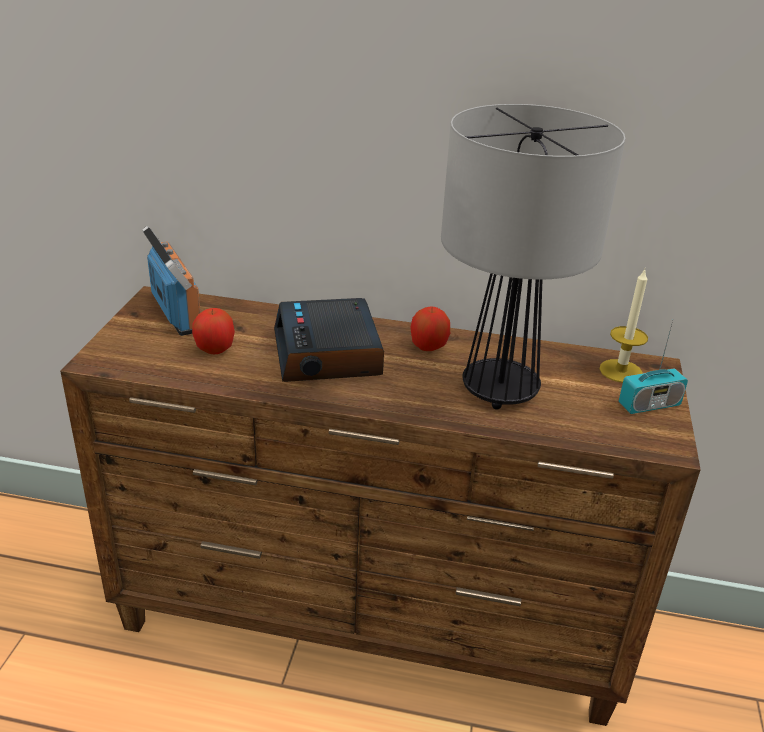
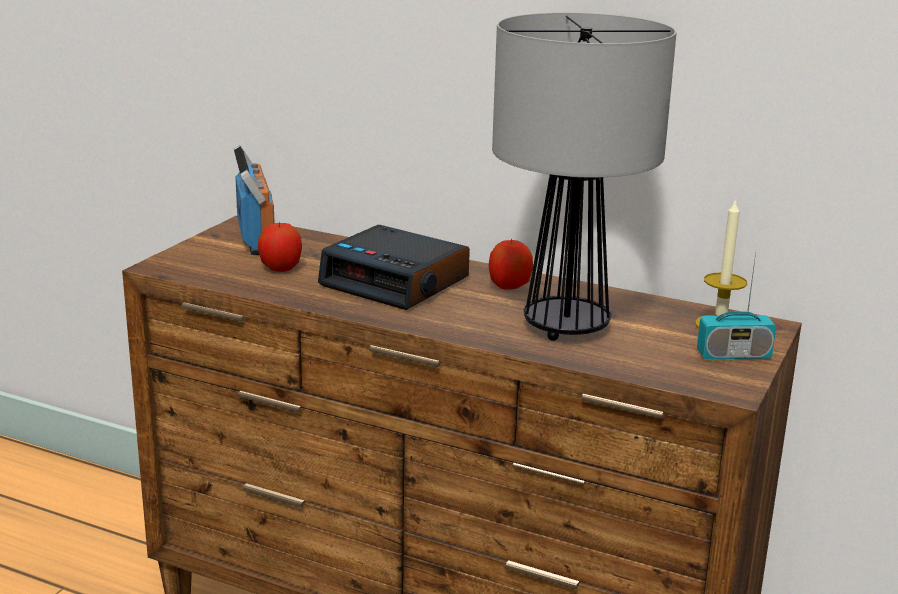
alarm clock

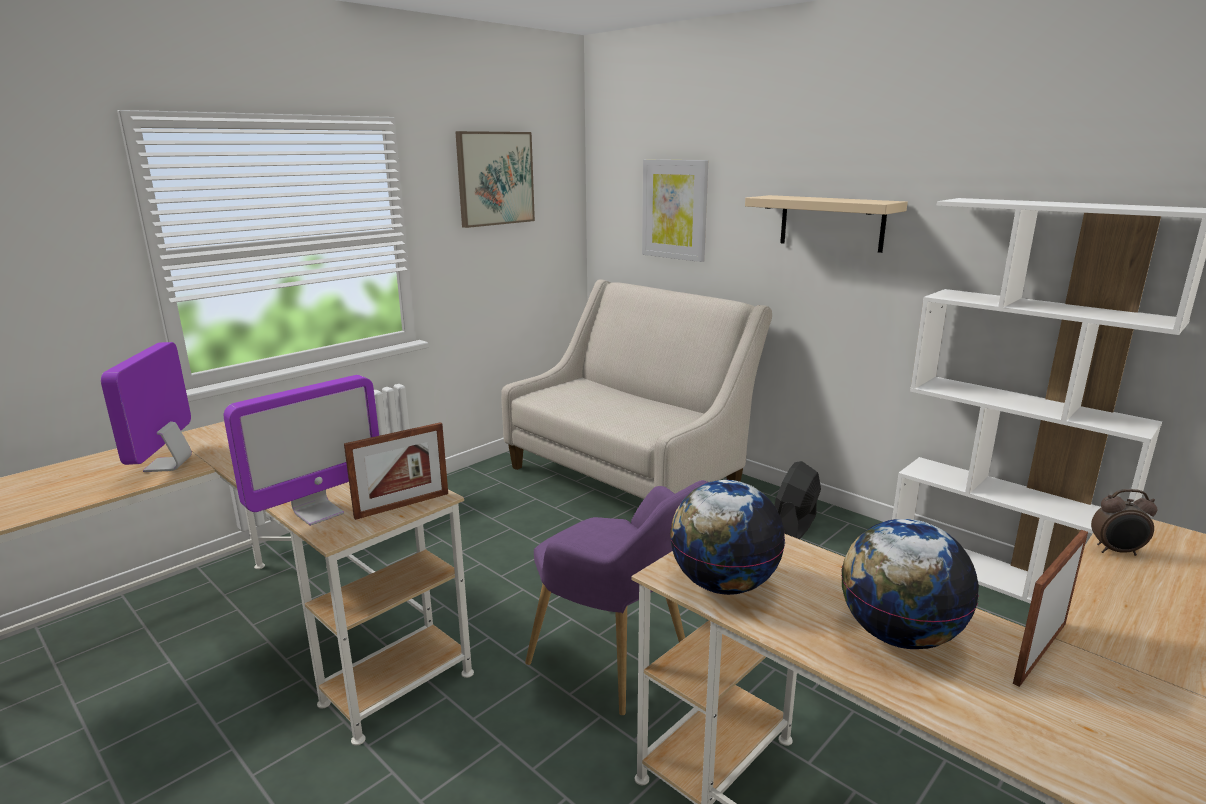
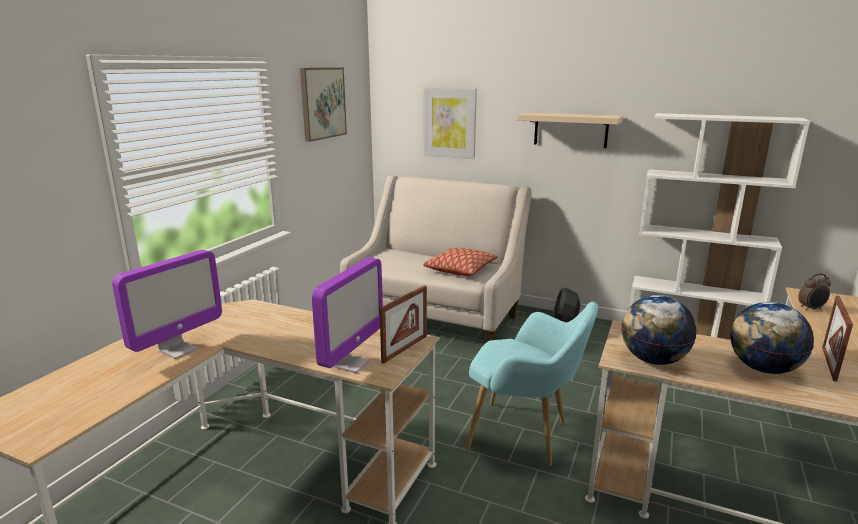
monitor (no. 1 from left)
easy chair/turquoise
cushion

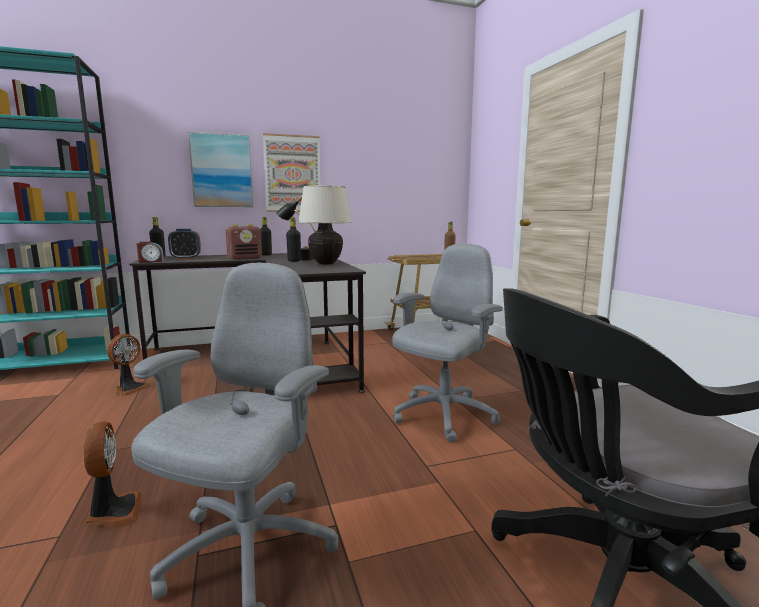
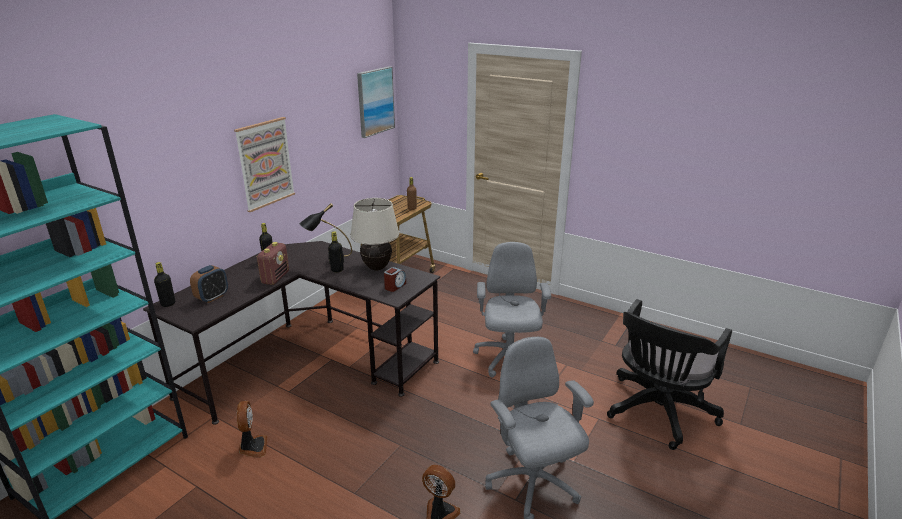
wall picture (no. 2 from left)
alarm clock (no. 2 from left)

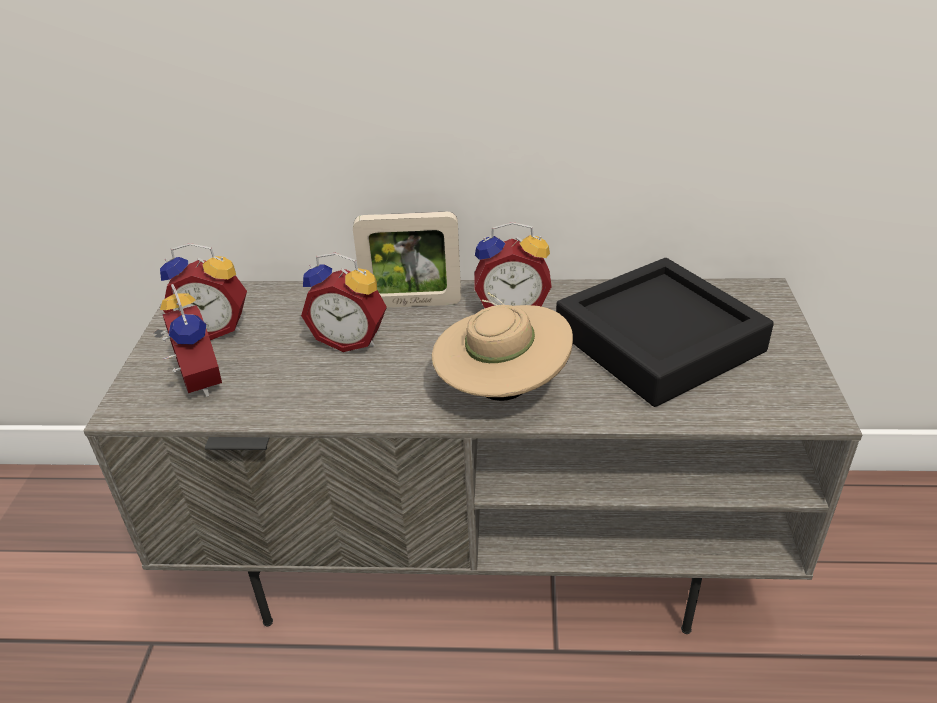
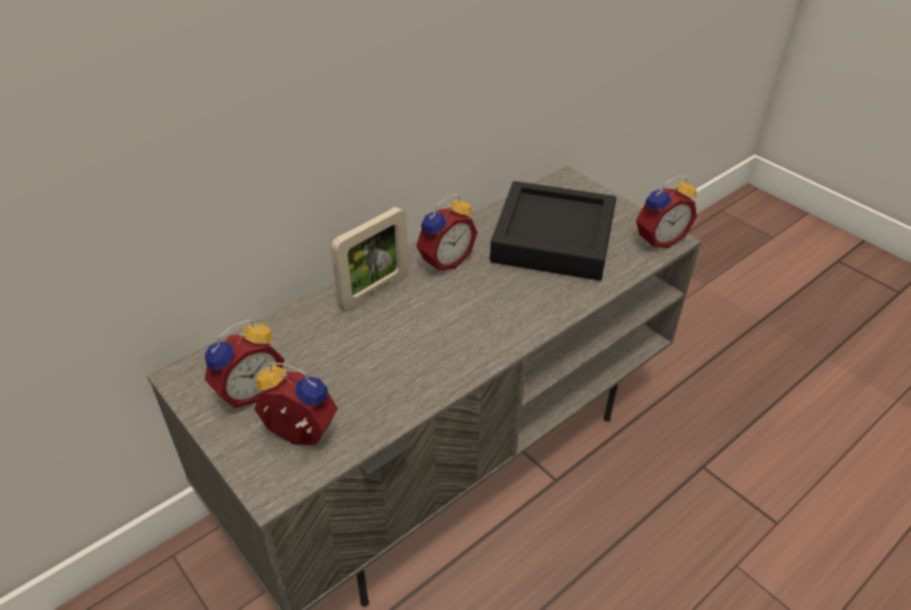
alarm clock (no. 4 from left)
clothing hat/beige-coloured

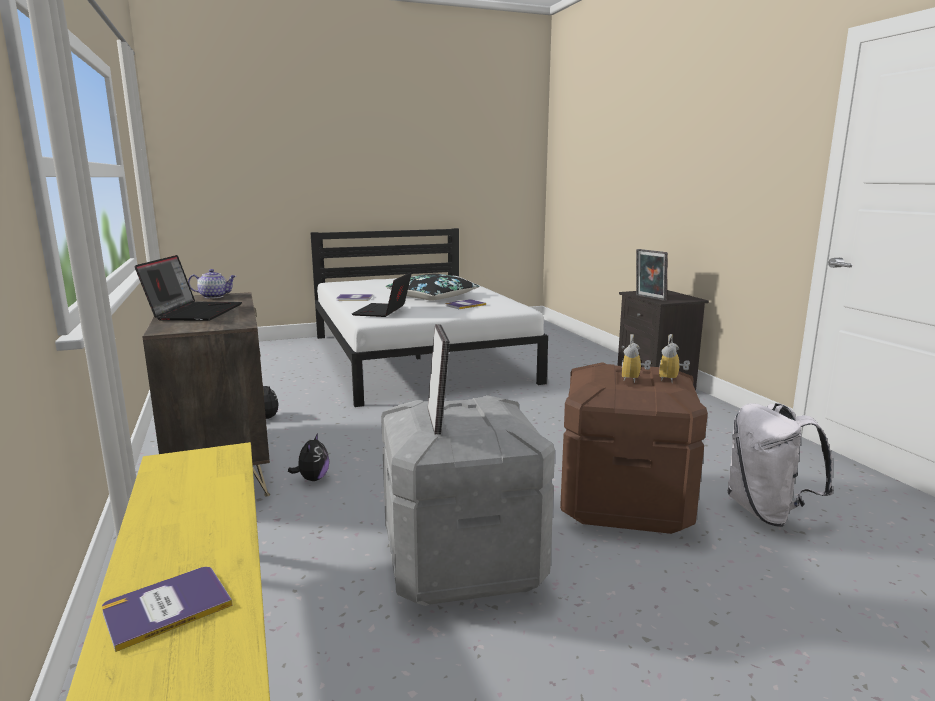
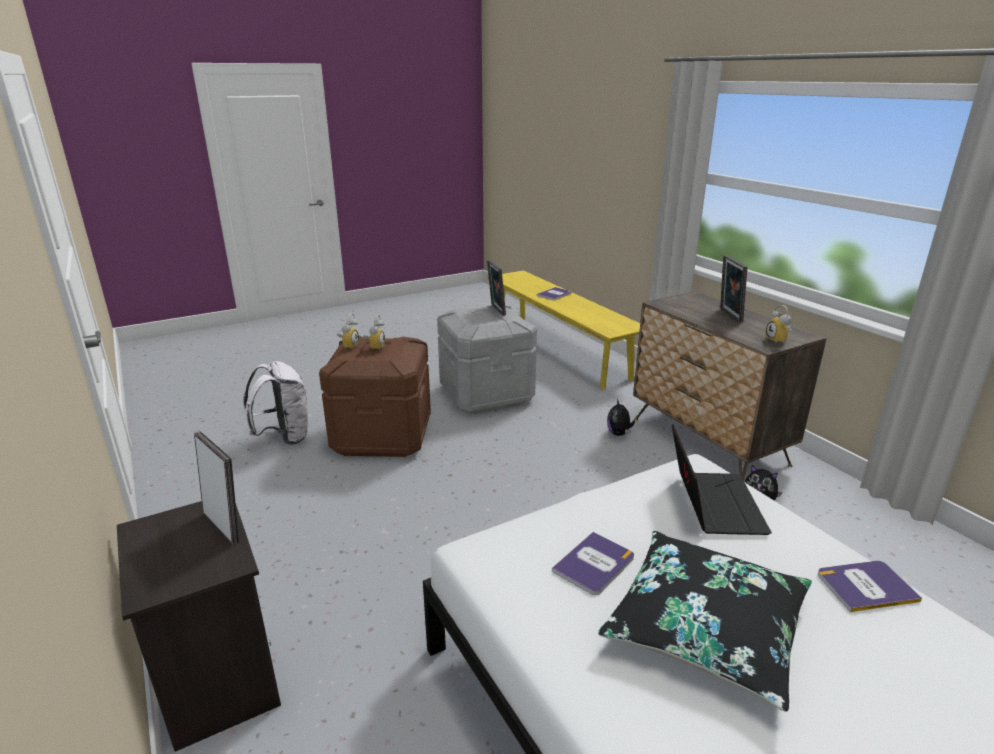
photo frame (no. 3 from left)
alarm clock (no. 3 from left)

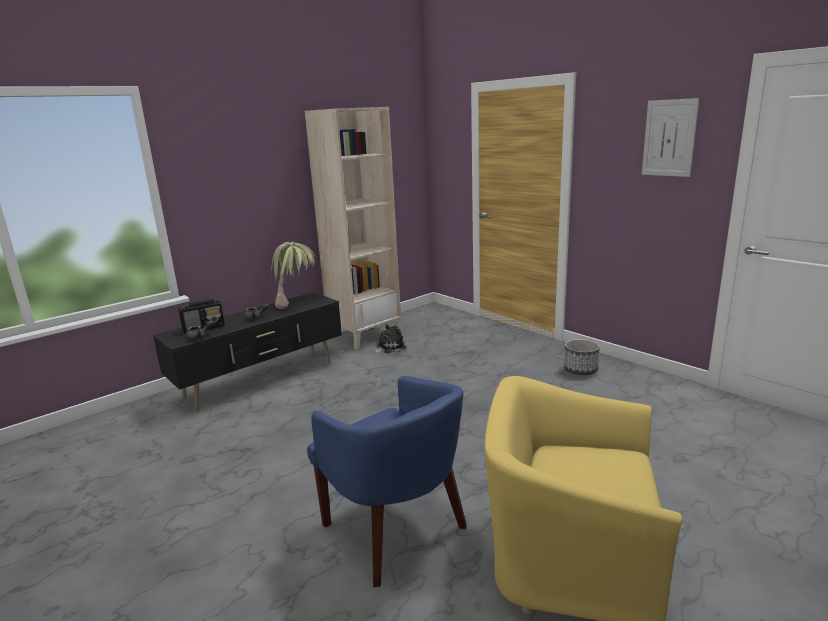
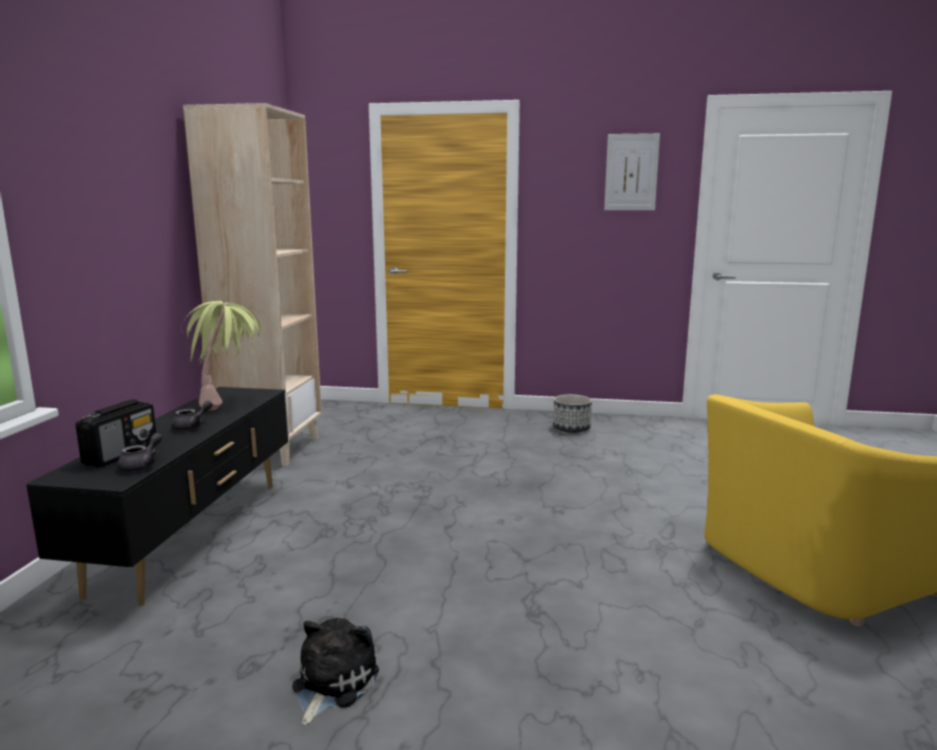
cuddly toy
easy chair/bluish

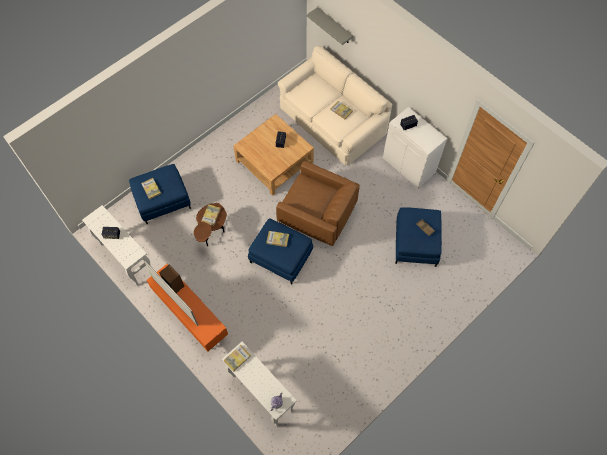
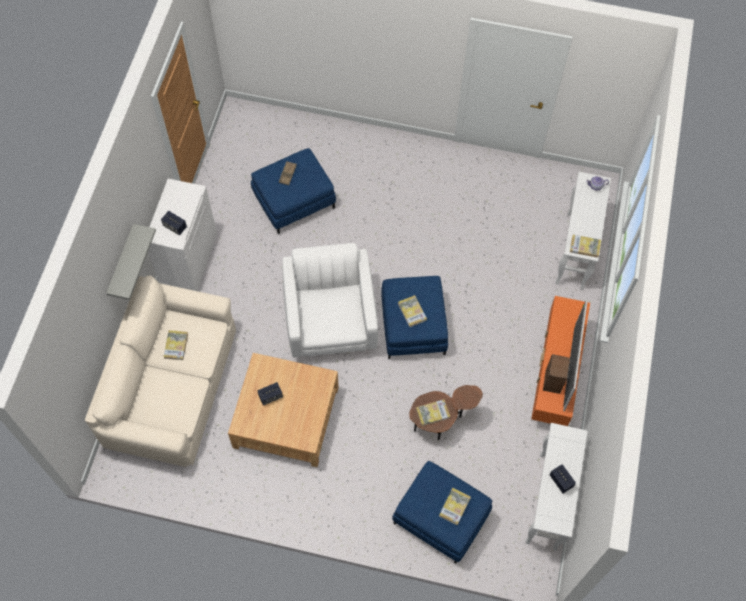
shelf/gray
easy chair/white

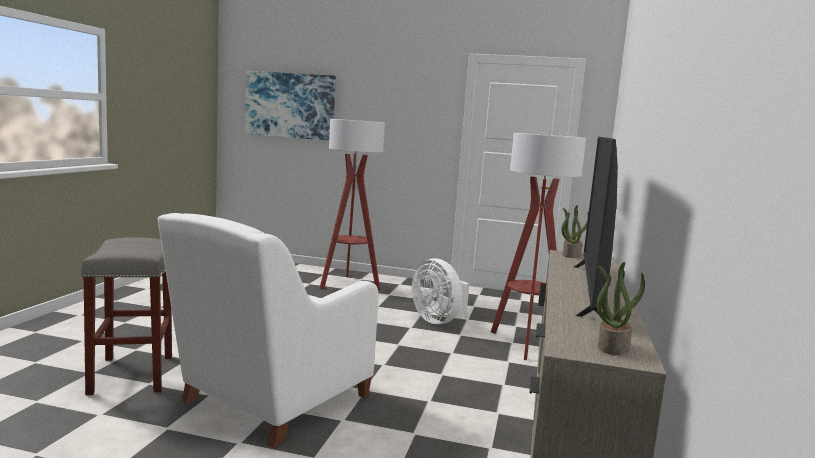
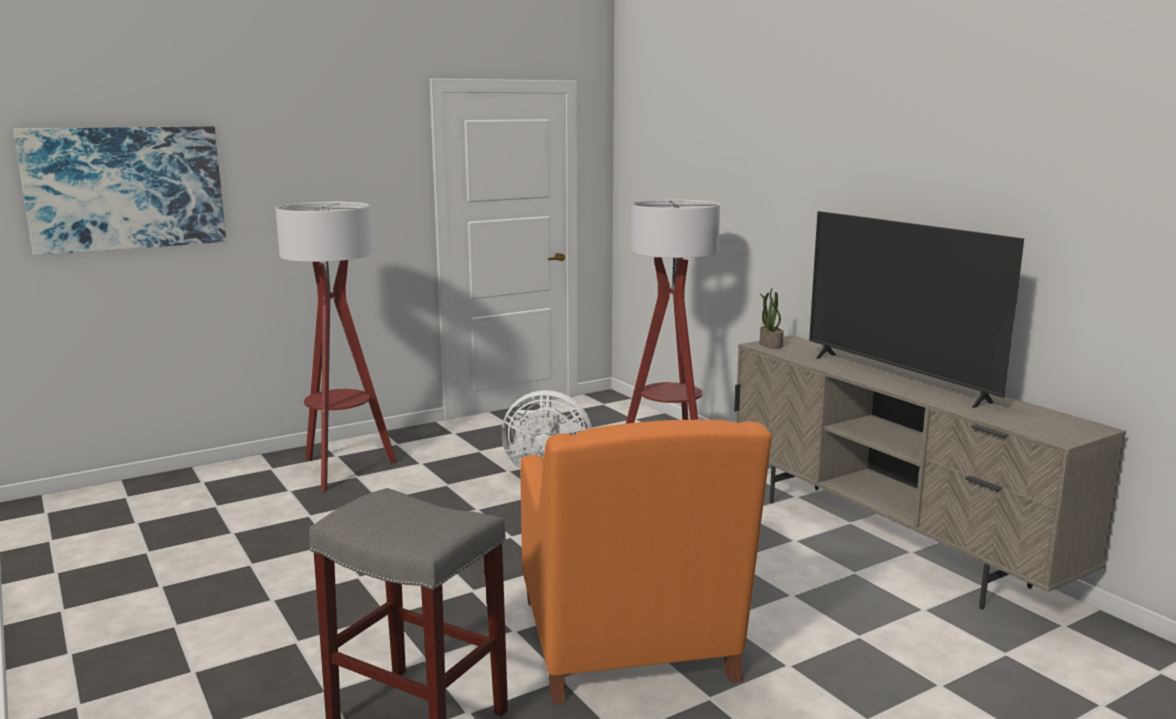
easy chair/orange-coloured
houseplant (no. 2 from left in the first image)

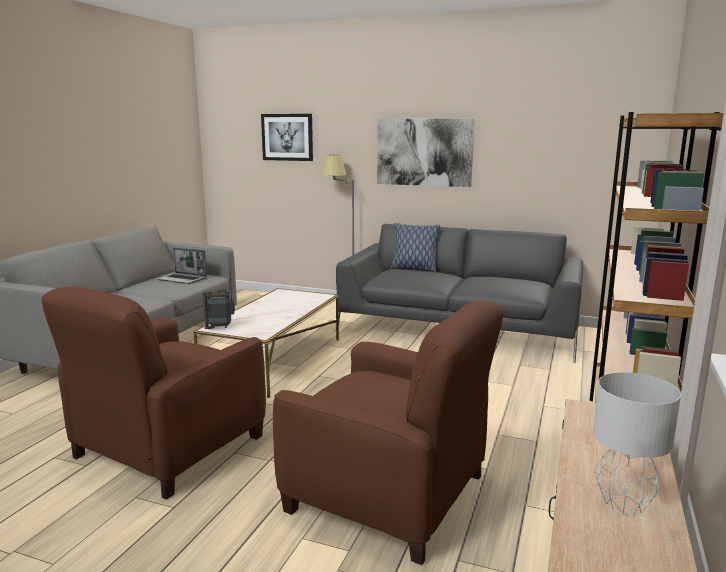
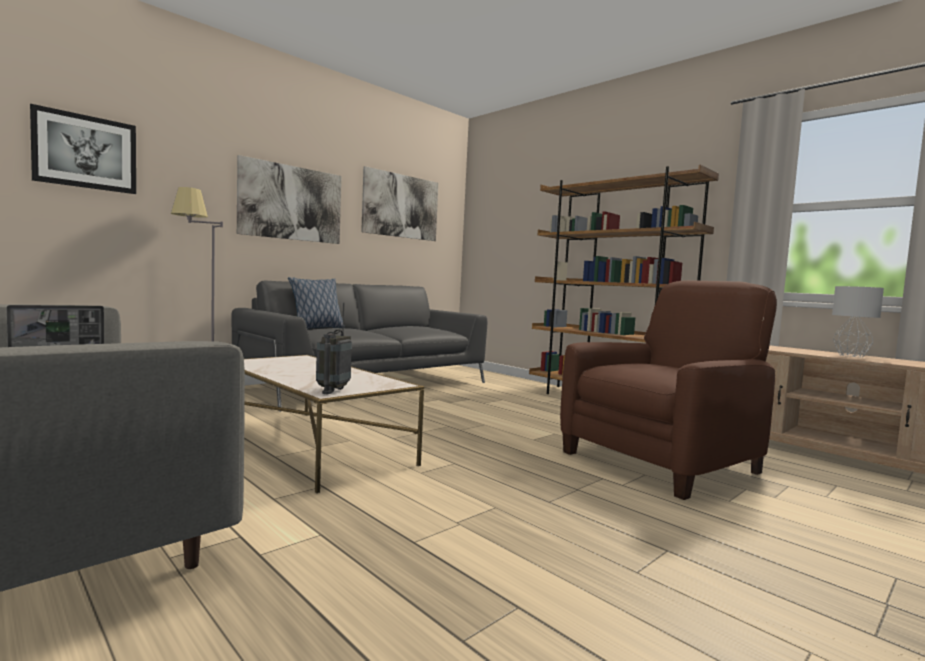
easy chair/brown (no. 1 from left in the first image)
wall picture (no. 3 from left)

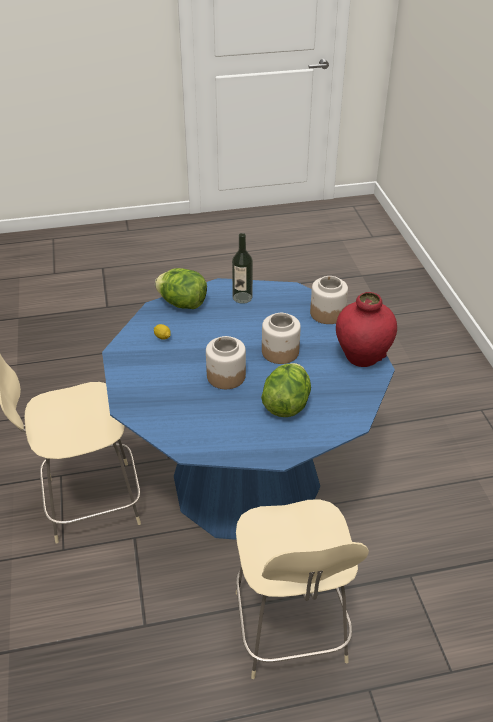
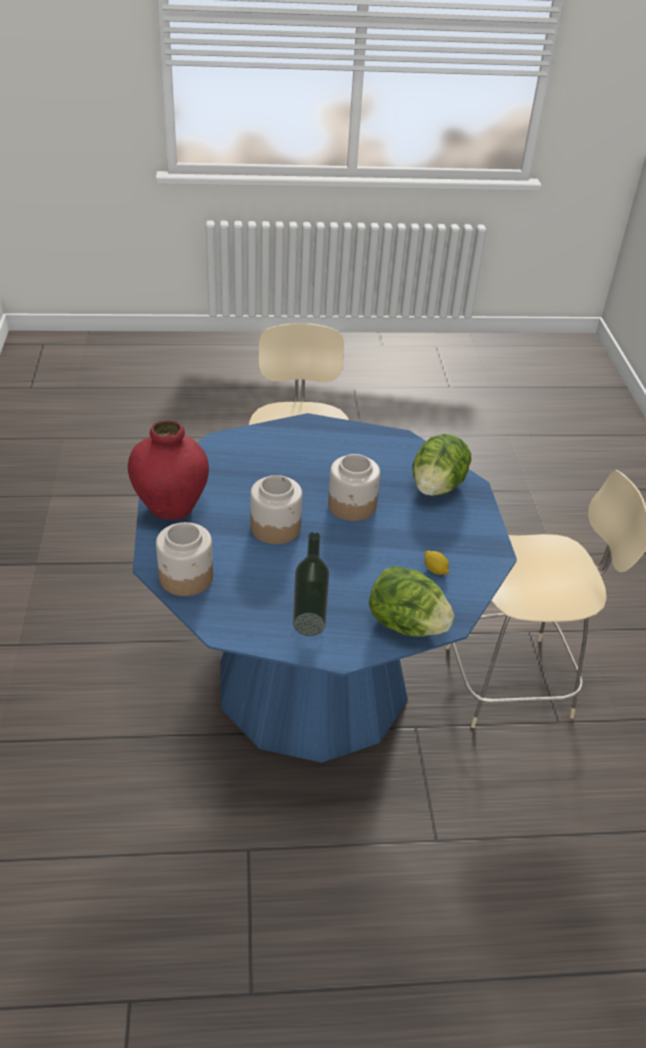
lettuce head (no. 2 from left)

